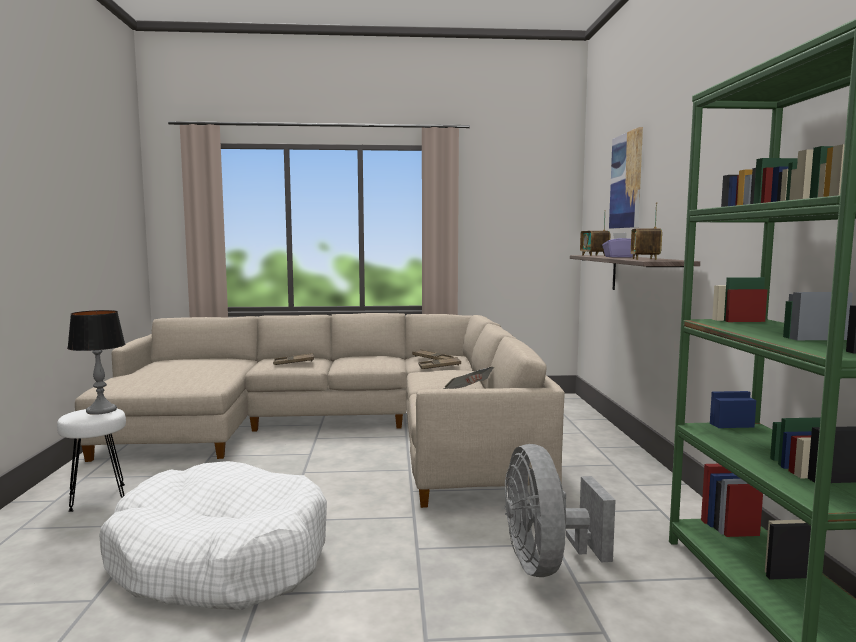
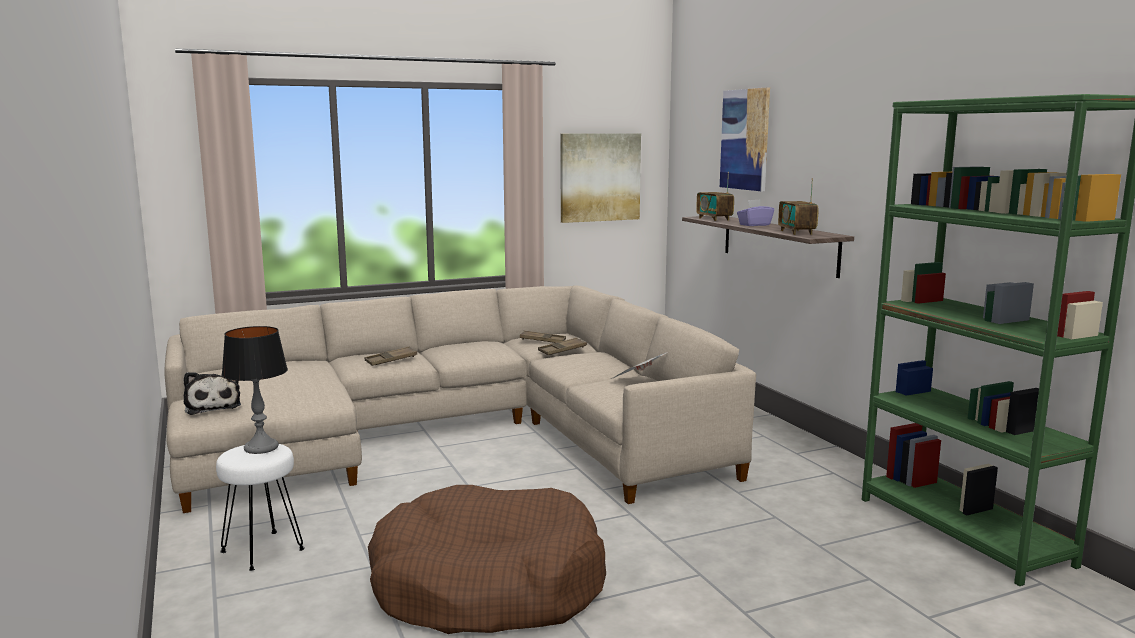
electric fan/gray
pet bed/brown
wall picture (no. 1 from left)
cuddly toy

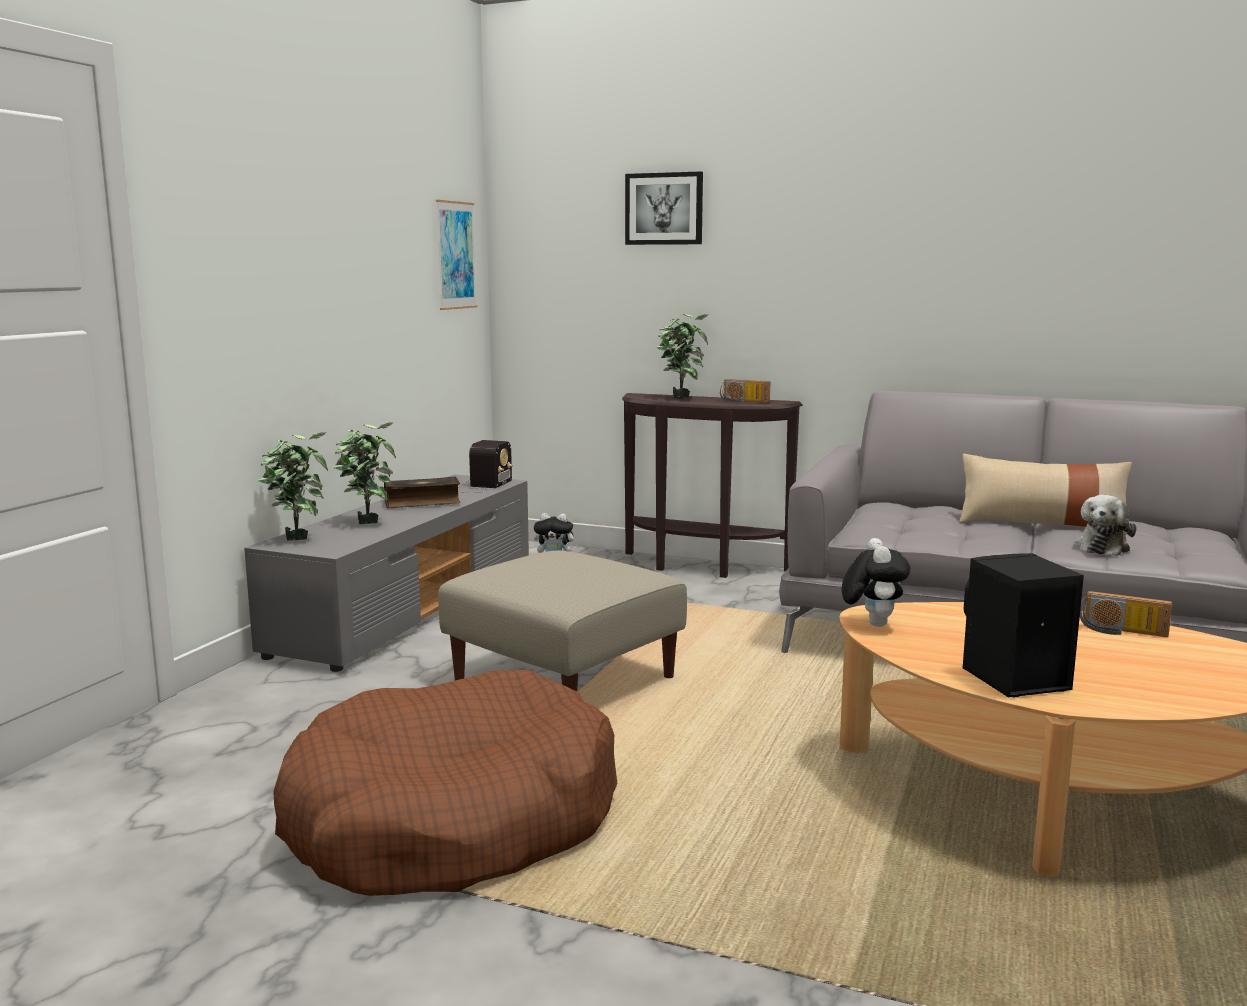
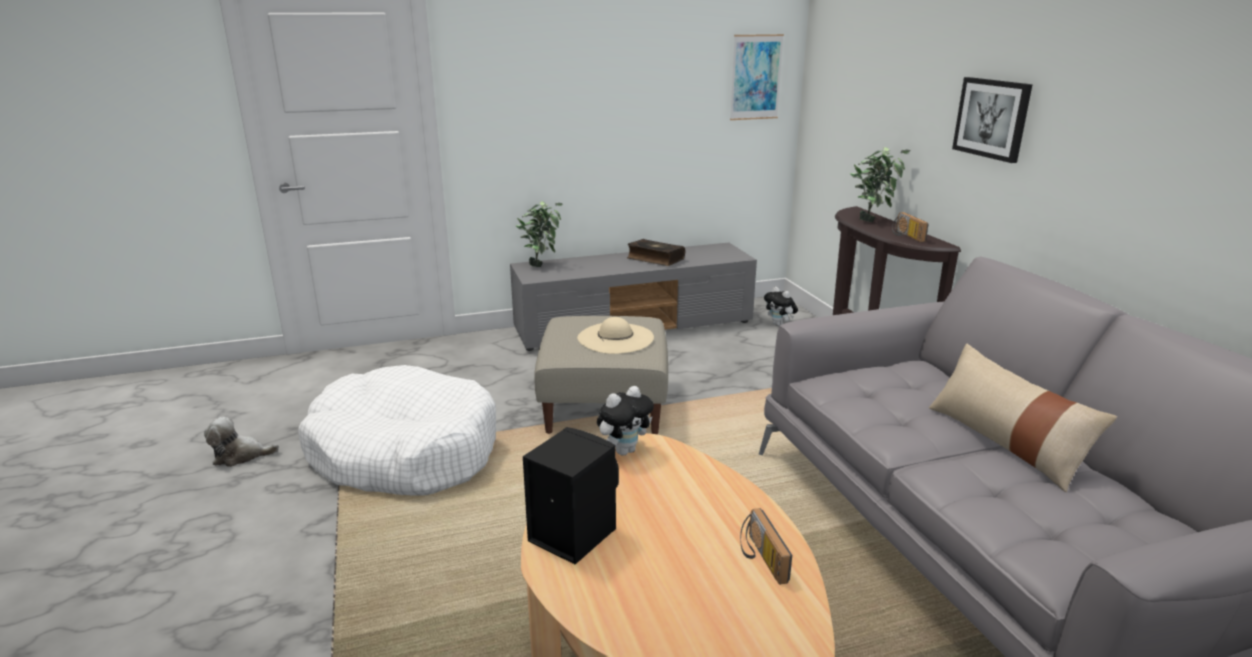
wall picture (no. 2 from left)
houseplant (no. 2 from left in the first image)
radio set (no. 1 from left in the first image)
cuddly toy (no. 1 from left)
pet bed/white
clothing hat/beige-coloured

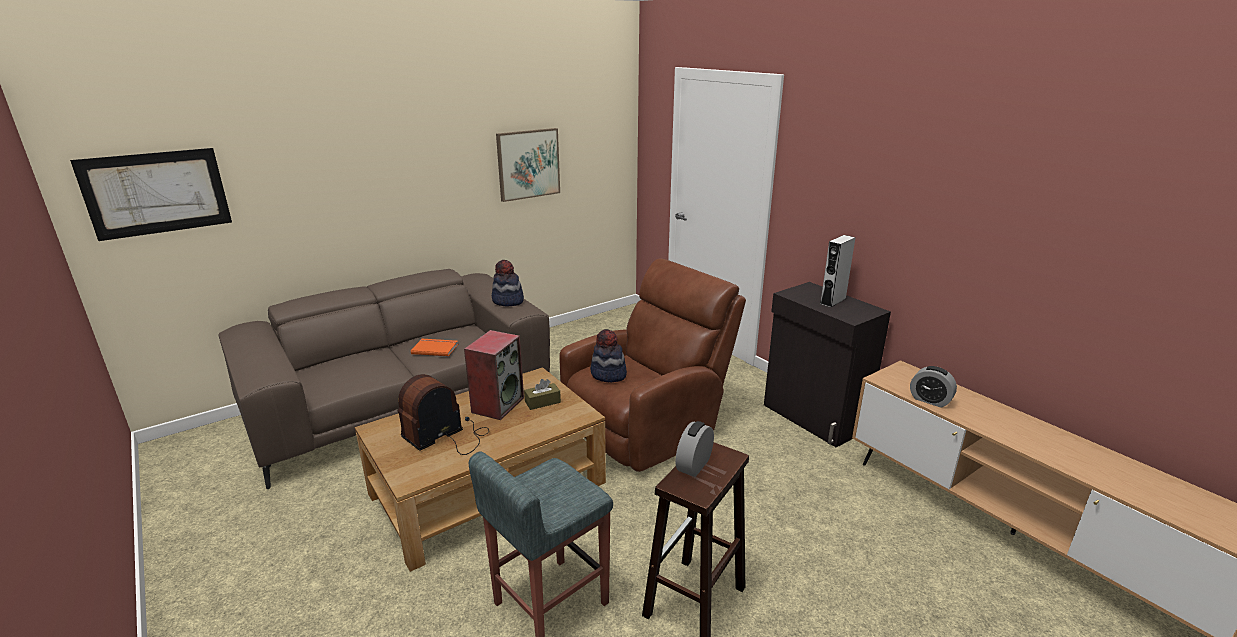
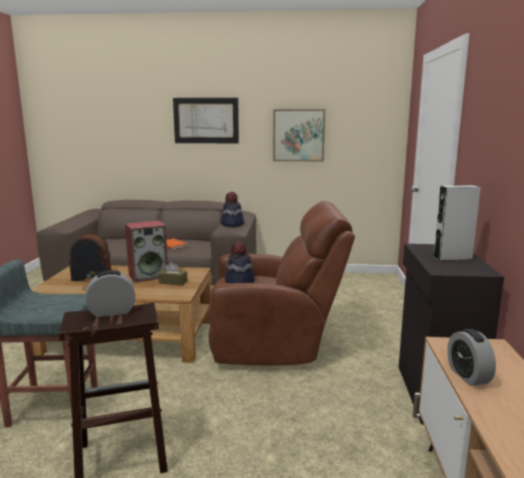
wall picture (no. 1 from left)

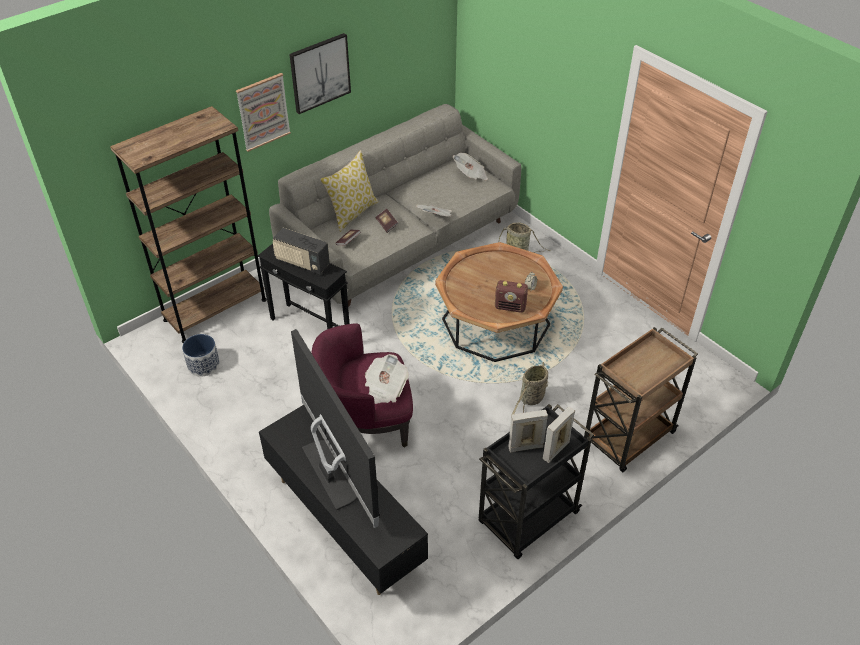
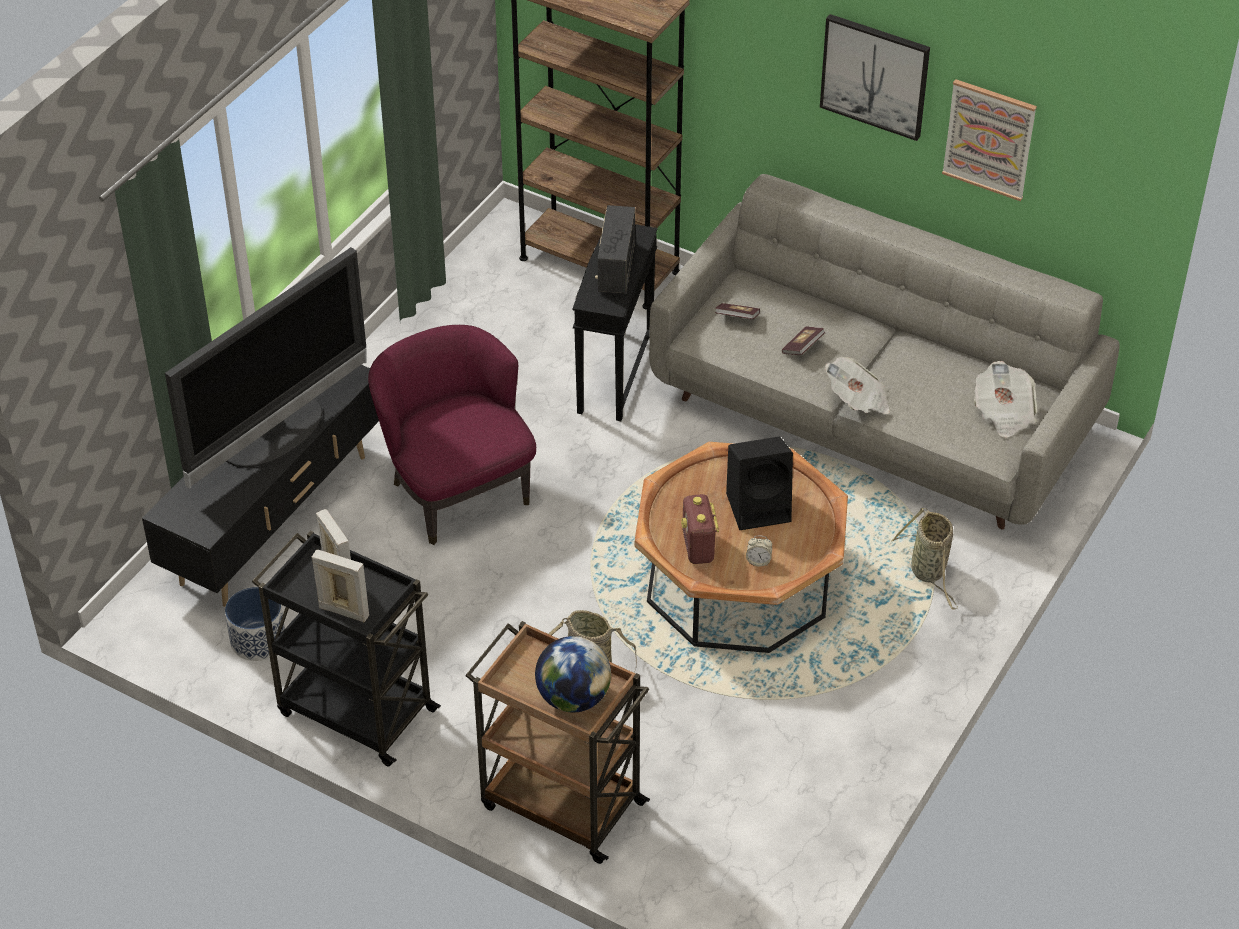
wall picture (no. 2 from left)
cushion
plant pot
newspaper (no. 1 from left in the first image)
audio speaker/black-coloured
desk globe

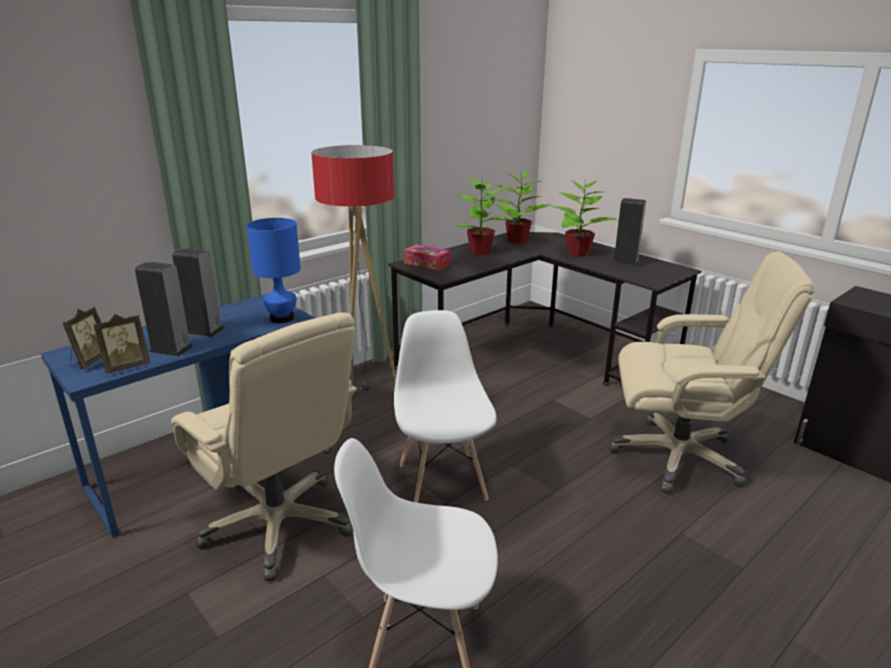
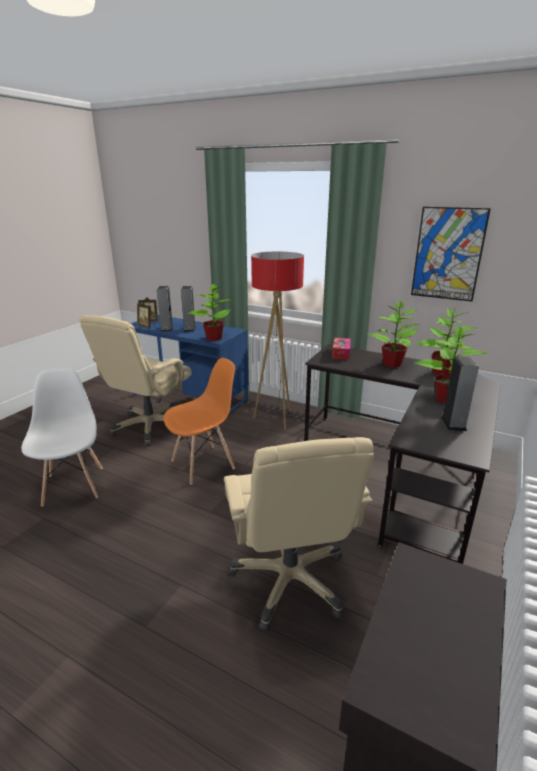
houseplant (no. 1 from left)
plain chair/orange-coloured
wall picture

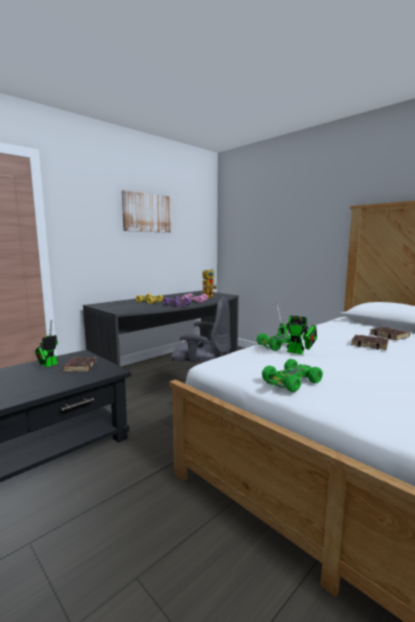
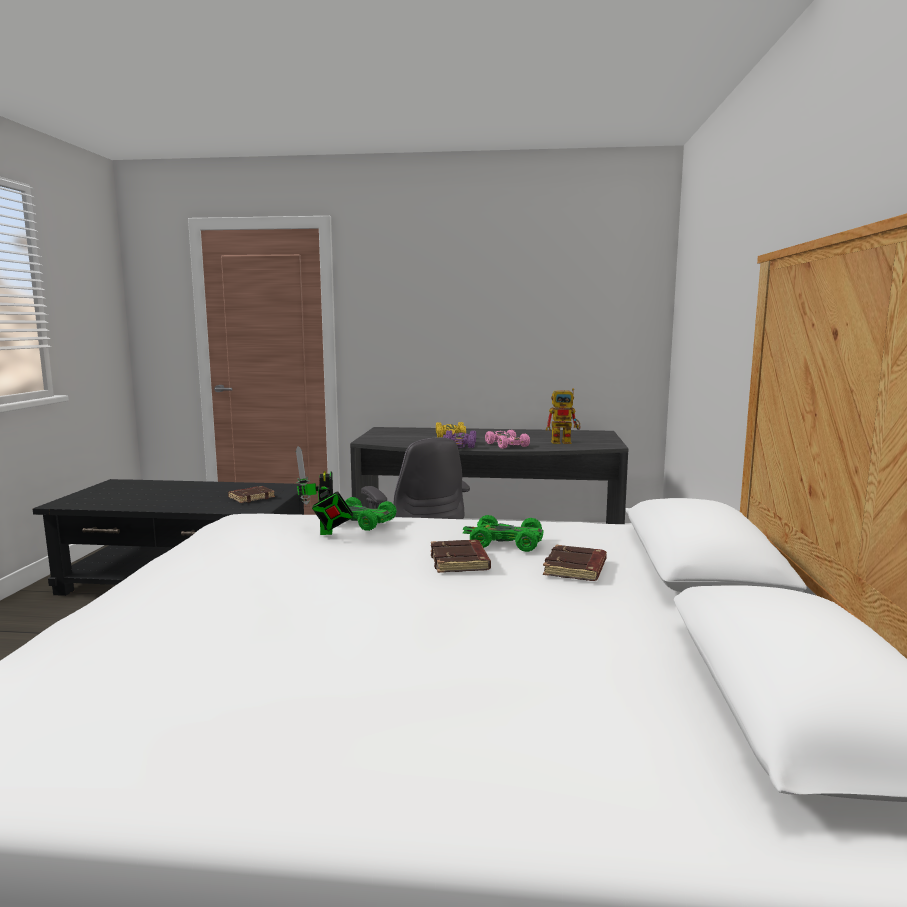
wall picture
toy robot (no. 1 from left in the first image)
model car/green-coloured (no. 2 from left)

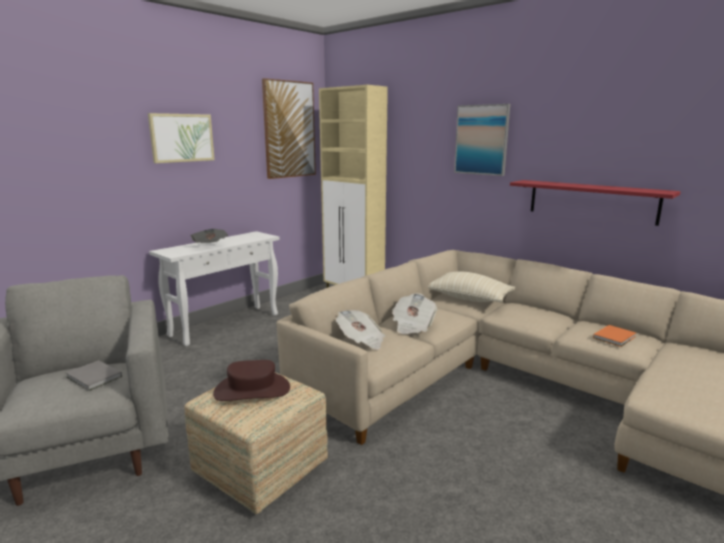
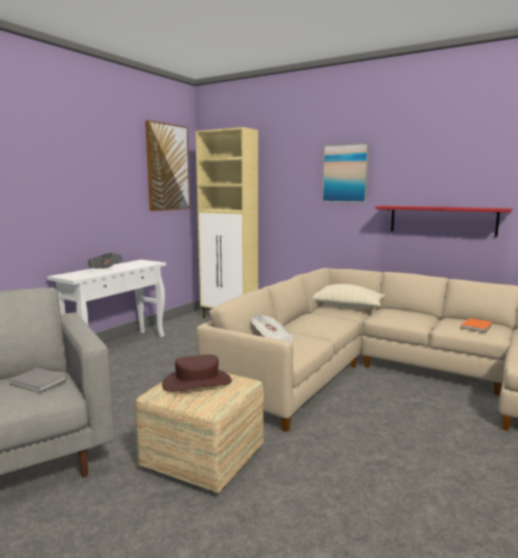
wall picture (no. 1 from left in the first image)
newspaper (no. 3 from left in the first image)

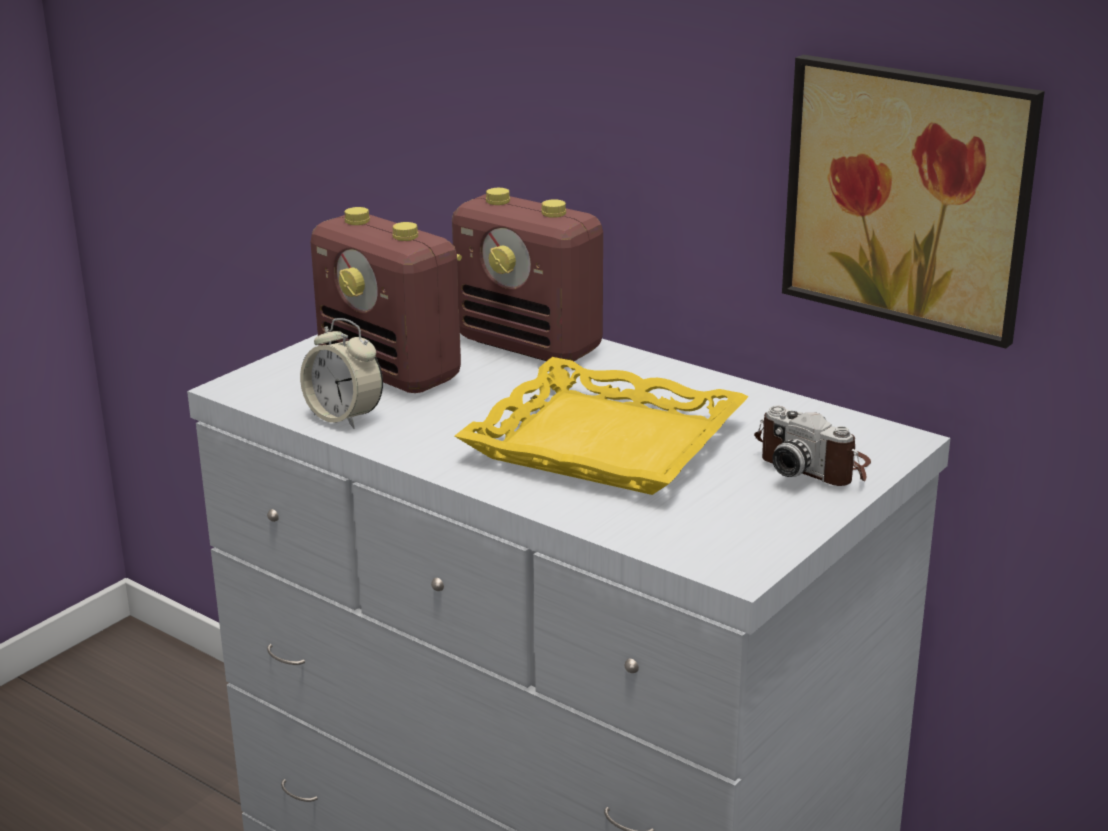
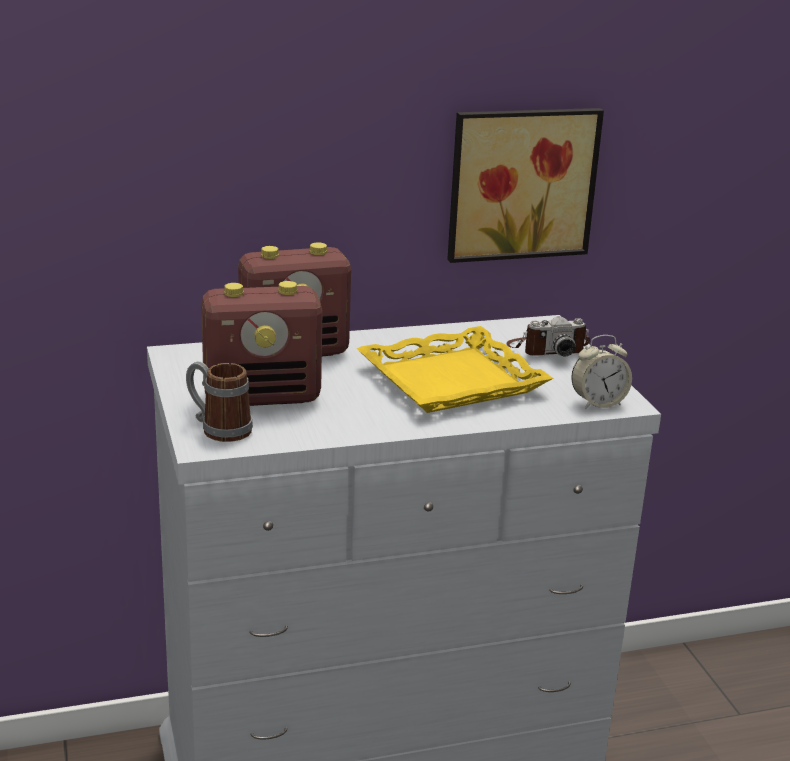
alarm clock
coffee mug

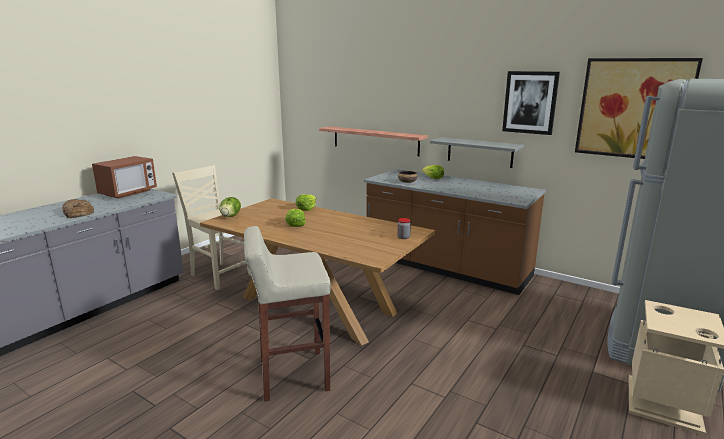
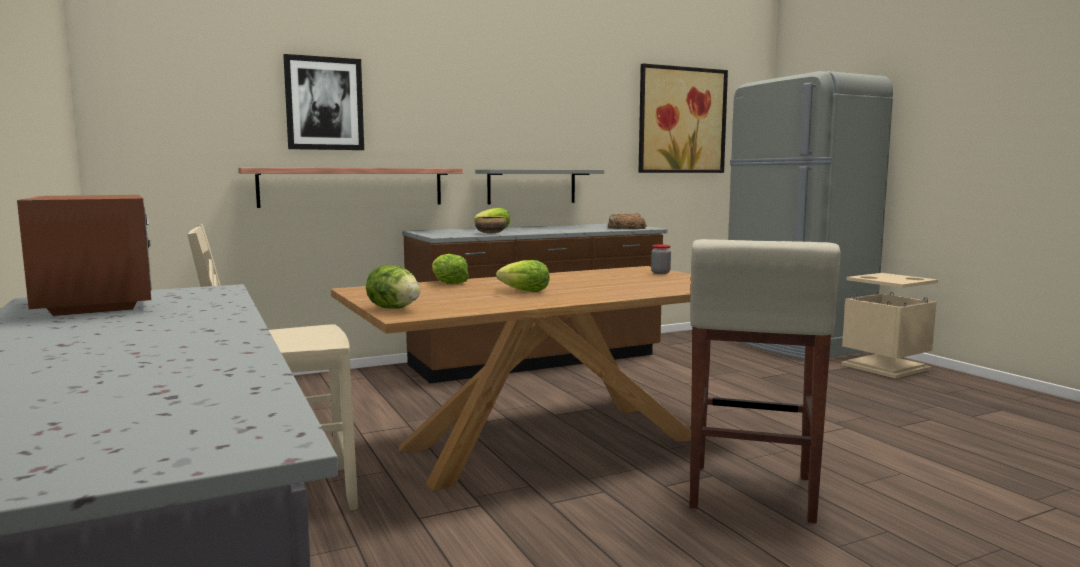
wall picture (no. 1 from left)
baked bread

